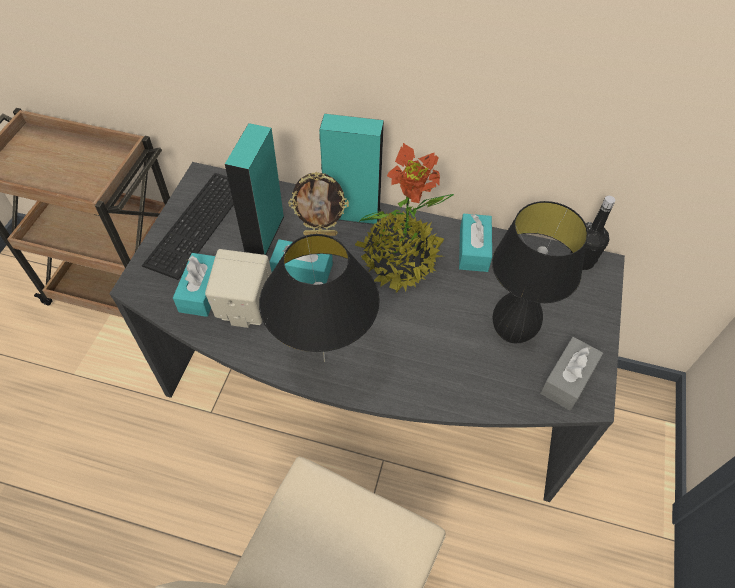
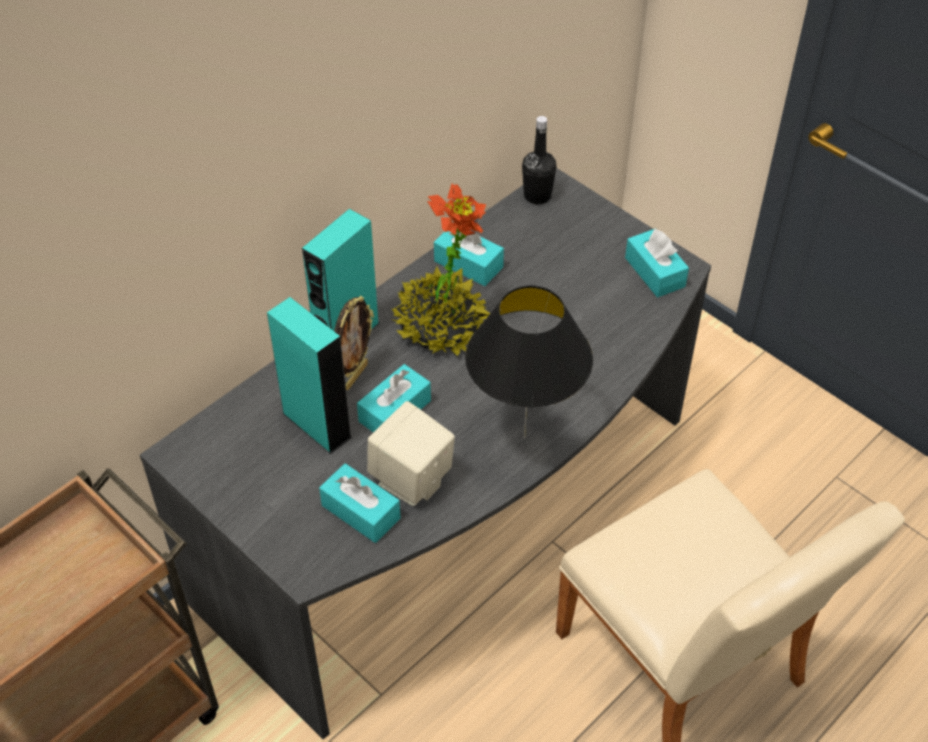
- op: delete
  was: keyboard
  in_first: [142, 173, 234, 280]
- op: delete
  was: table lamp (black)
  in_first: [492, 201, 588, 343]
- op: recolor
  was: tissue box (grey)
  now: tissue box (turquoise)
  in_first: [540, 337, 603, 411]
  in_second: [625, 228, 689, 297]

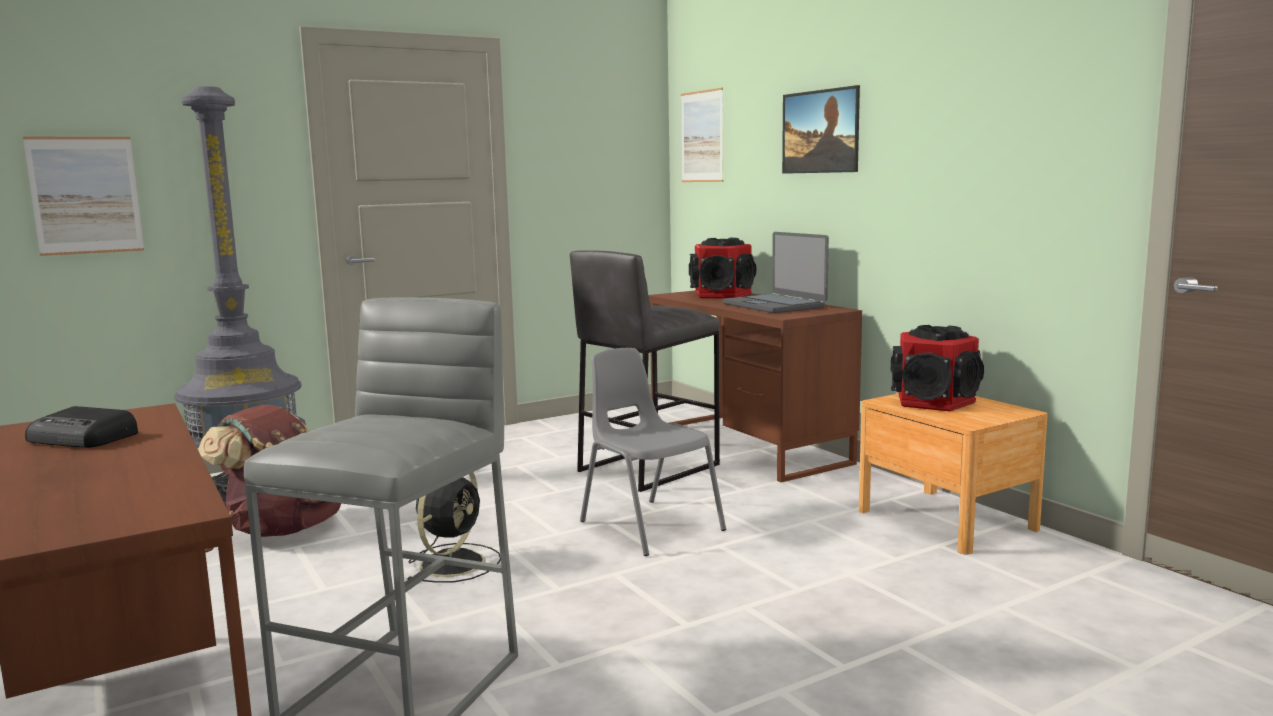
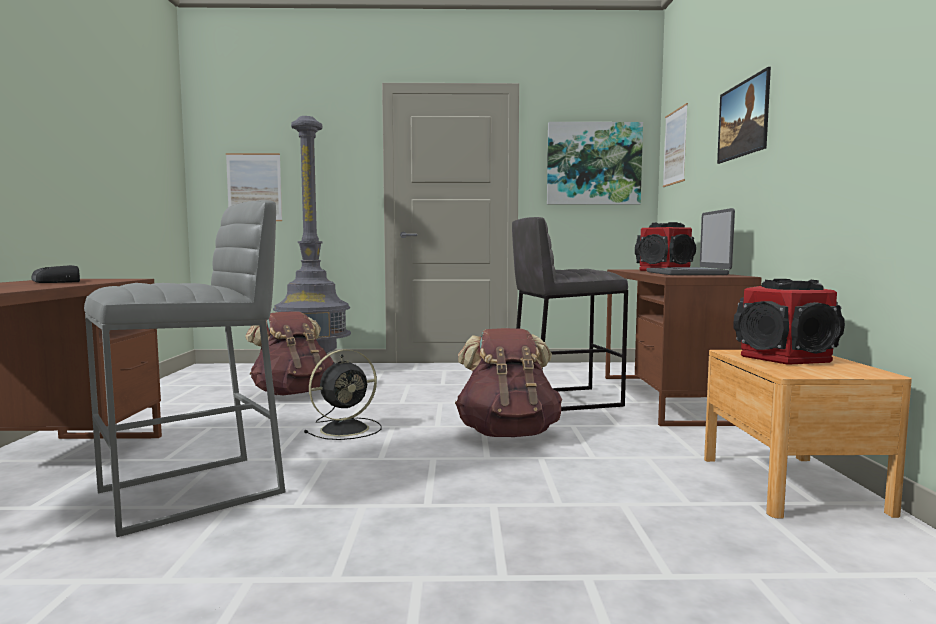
- op: replace
  was: chair (grey)
  now: backpack (brown)
  in_first: [580, 348, 726, 556]
  in_second: [455, 328, 562, 437]
- op: insert
  now: picture
  in_second: [547, 122, 643, 205]

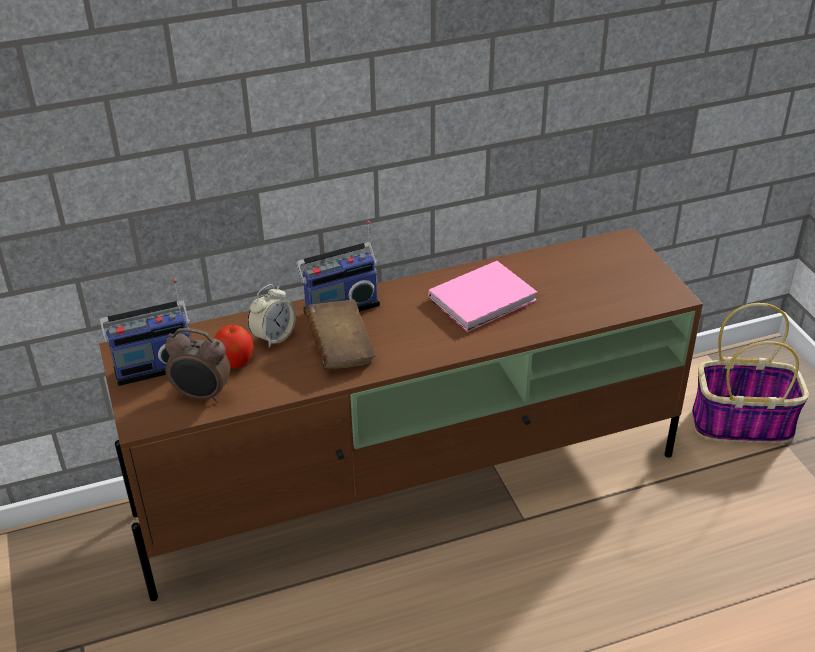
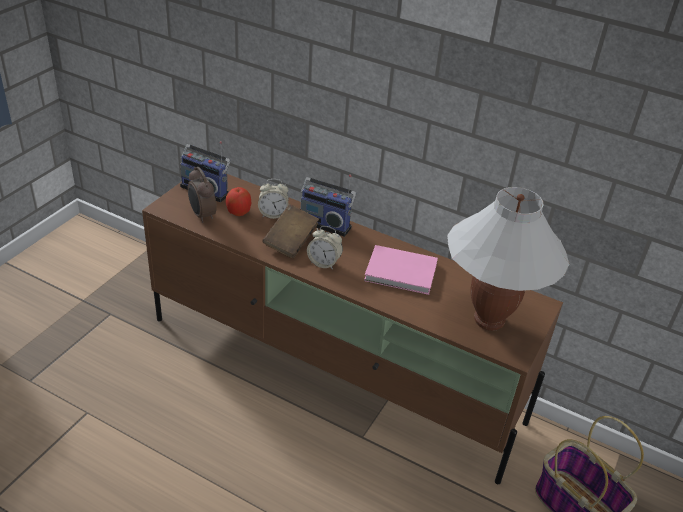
- op: insert
  now: alarm clock
  in_second: [307, 226, 343, 270]
- op: insert
  now: table lamp (white)
  in_second: [447, 187, 570, 331]

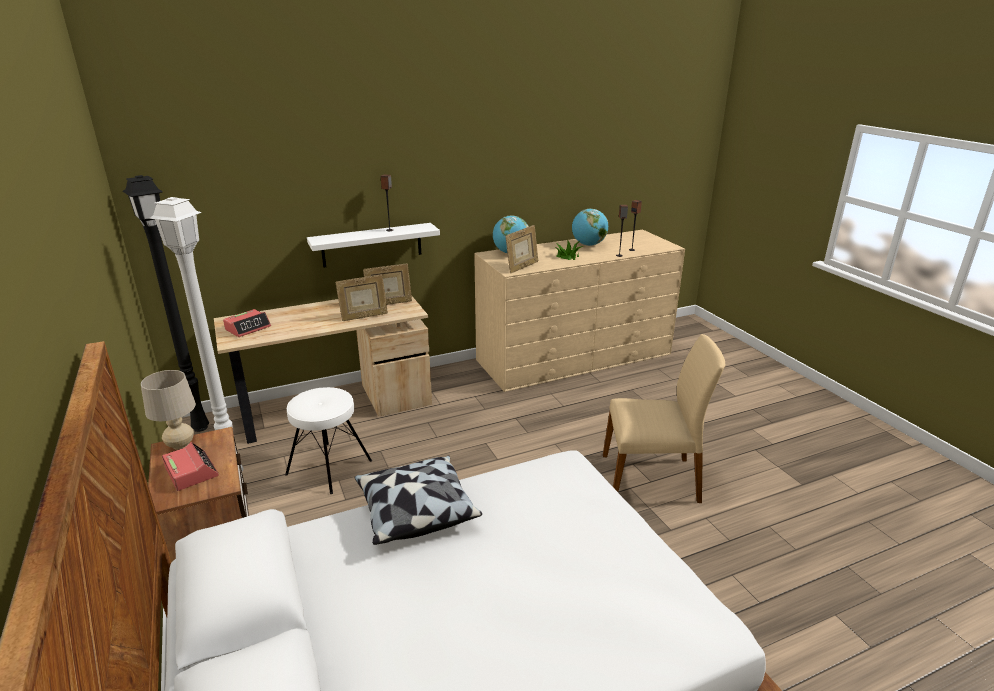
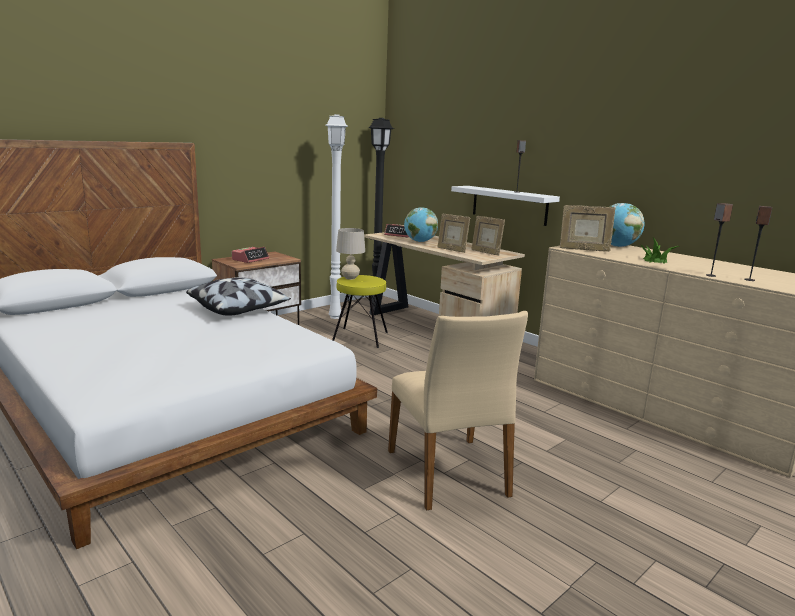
- op: move
  was: table lamp (beige)
  in_first: [141, 370, 196, 449]
  in_second: [336, 228, 365, 280]
- op: recolor
  was: stool (white)
  now: stool (yellow)
  in_first: [285, 387, 372, 494]
  in_second: [332, 275, 388, 348]
- op: move
  was: globe
  in_first: [572, 209, 608, 246]
  in_second: [404, 207, 438, 242]

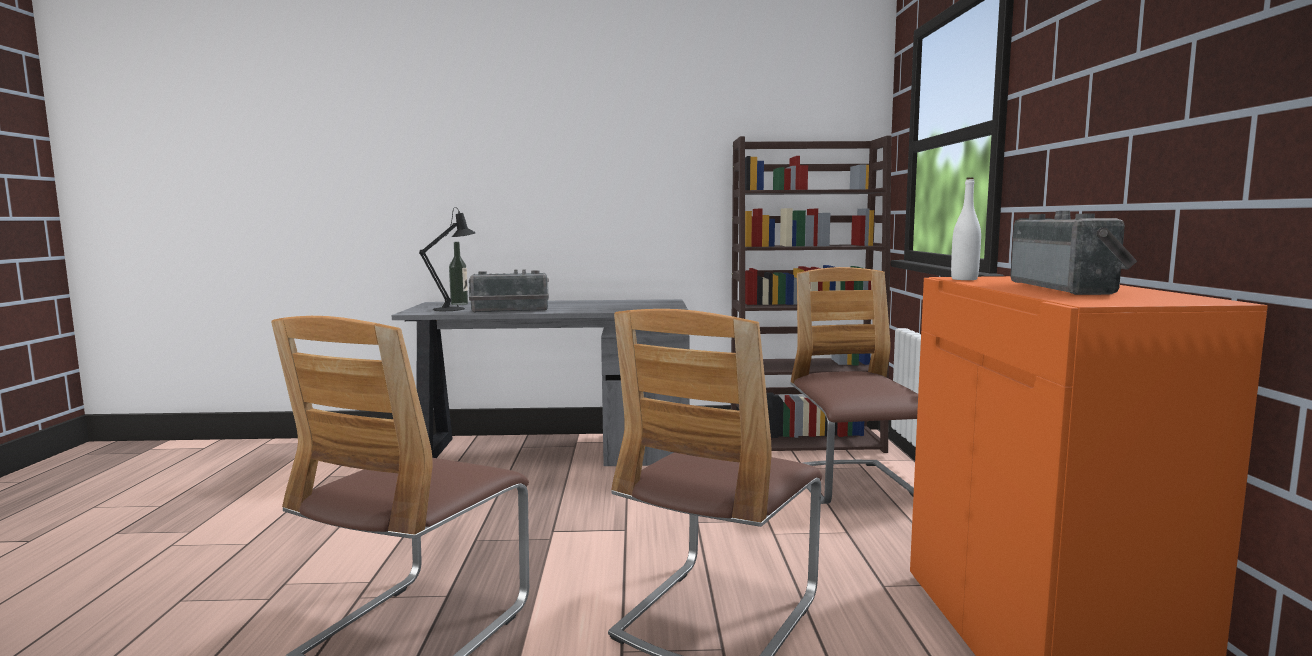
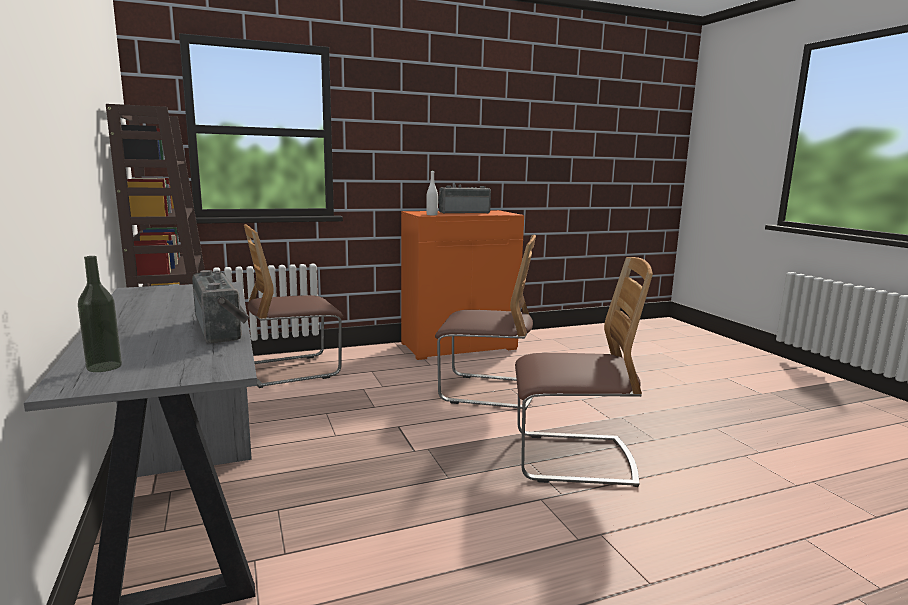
- op: delete
  was: table lamp (black)
  in_first: [419, 207, 476, 311]

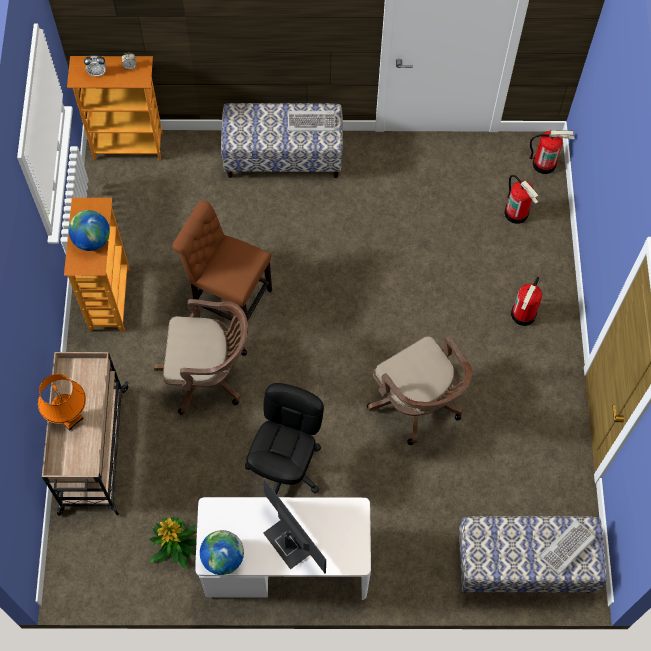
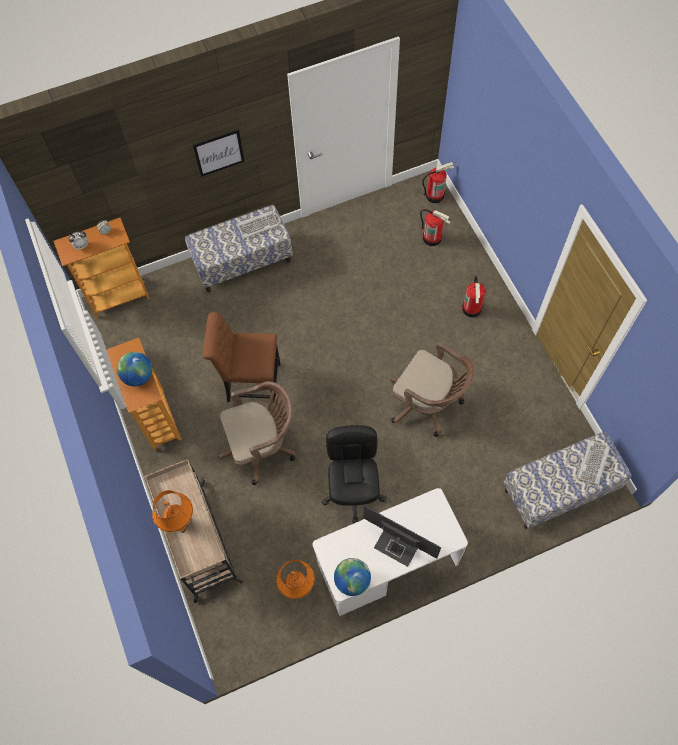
- op: replace
  was: potted plant
  now: table lamp (orange)
  in_first: [149, 516, 197, 569]
  in_second: [276, 560, 315, 599]
- op: insert
  now: picture
  in_second: [193, 129, 245, 177]

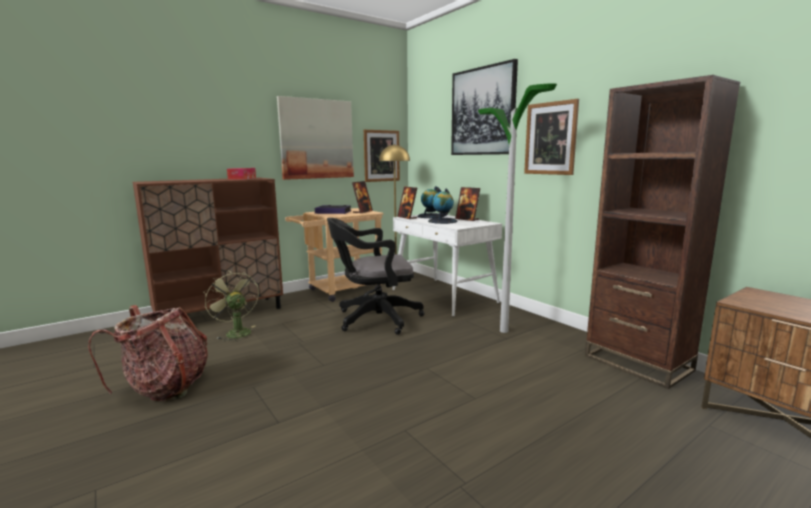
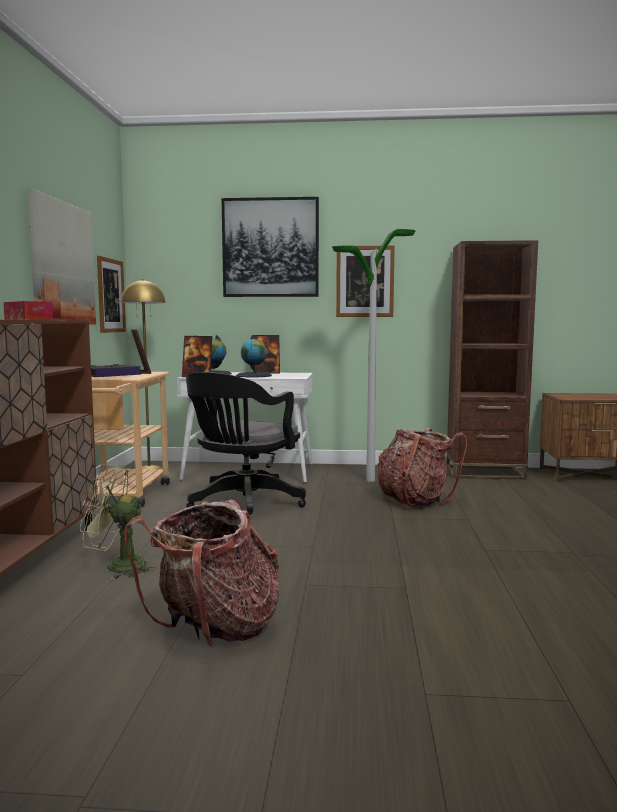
- op: insert
  now: backpack
  in_second: [378, 428, 467, 509]

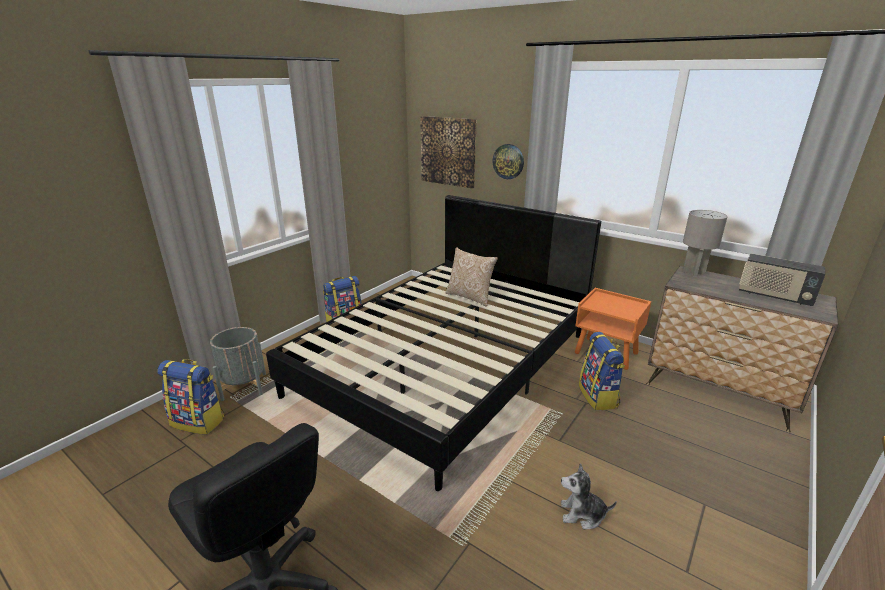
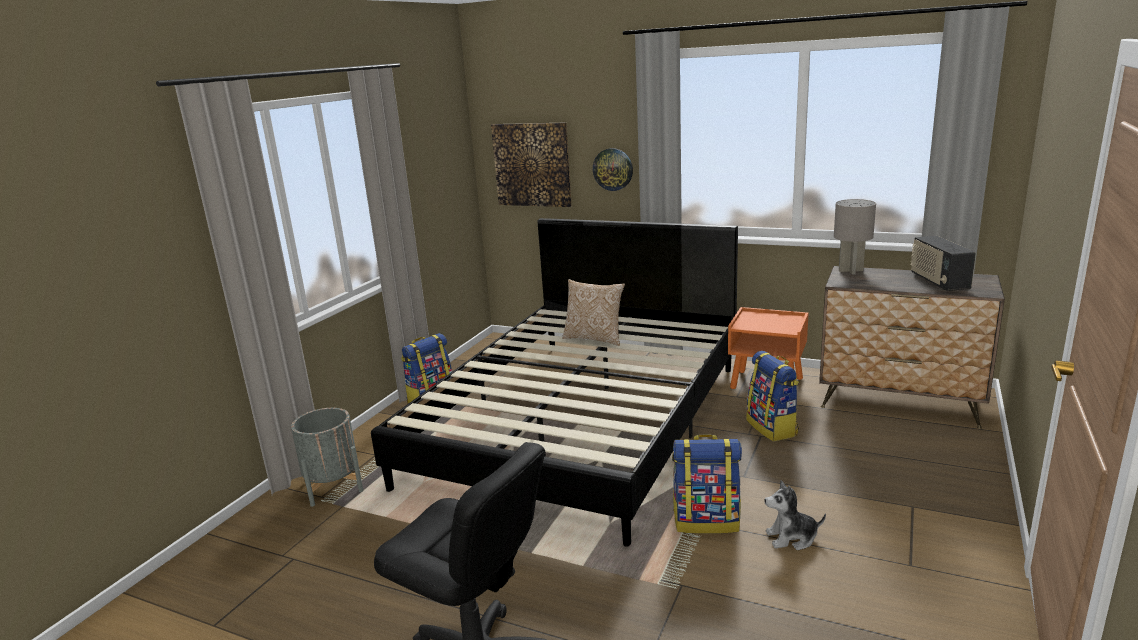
- op: move
  was: backpack
  in_first: [157, 359, 224, 434]
  in_second: [672, 435, 742, 534]
- op: rotate
  was: radio
  in_first: [739, 254, 825, 306]
  in_second: [911, 236, 976, 291]
  clockwise: 60

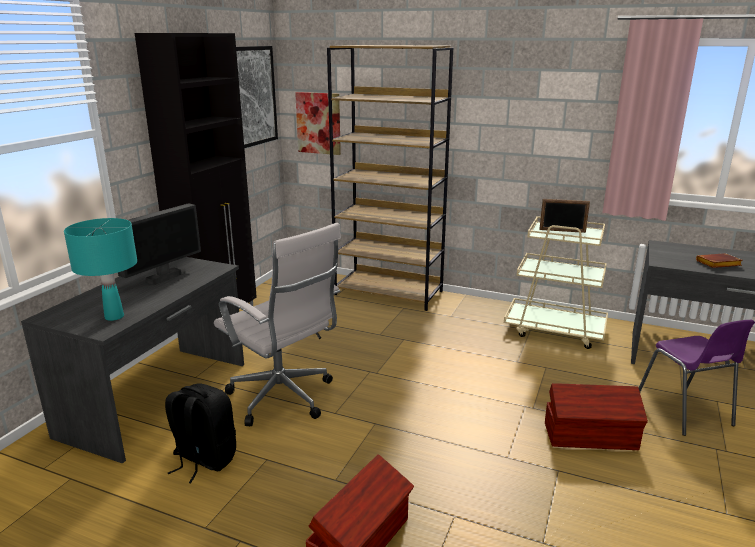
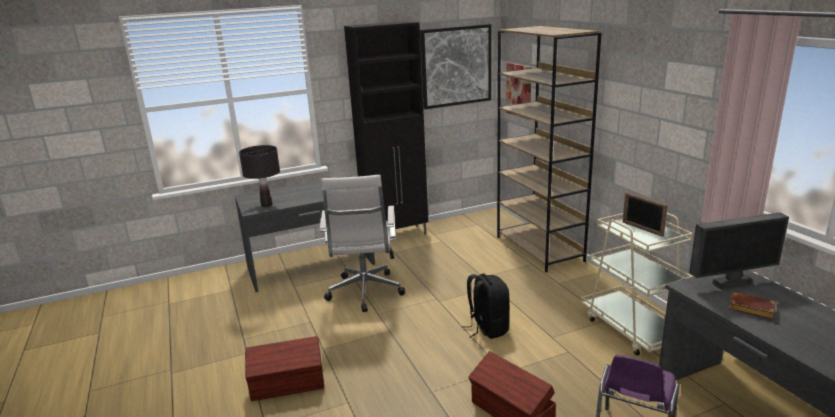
- op: recolor
  was: table lamp (turquoise)
  now: table lamp (black)
  in_first: [64, 218, 137, 321]
  in_second: [239, 145, 280, 207]
- op: move
  was: monitor
  in_first: [118, 203, 201, 285]
  in_second: [689, 212, 789, 289]
- op: move
  was: backpack (black)
  in_first: [165, 383, 236, 483]
  in_second: [462, 274, 510, 339]

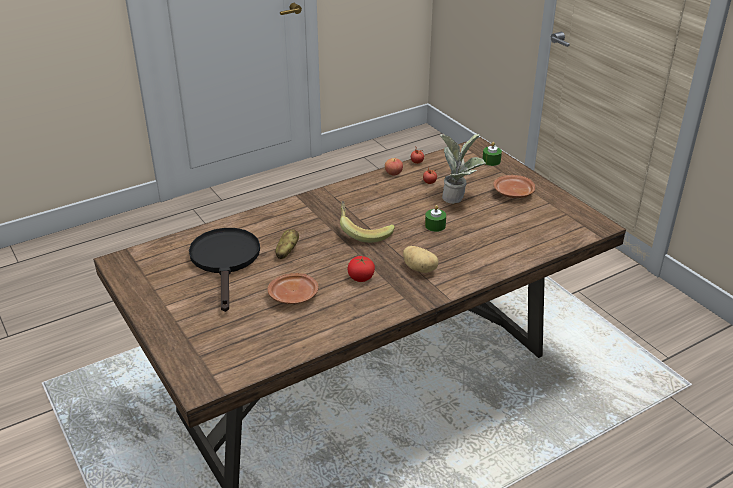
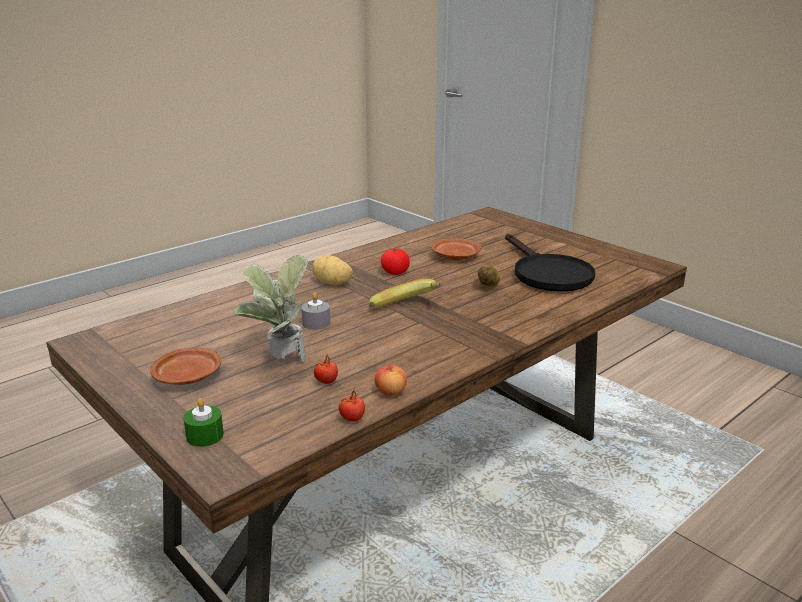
- op: recolor
  was: candle (green)
  now: candle (grey)
  in_first: [425, 205, 446, 232]
  in_second: [301, 293, 330, 330]

